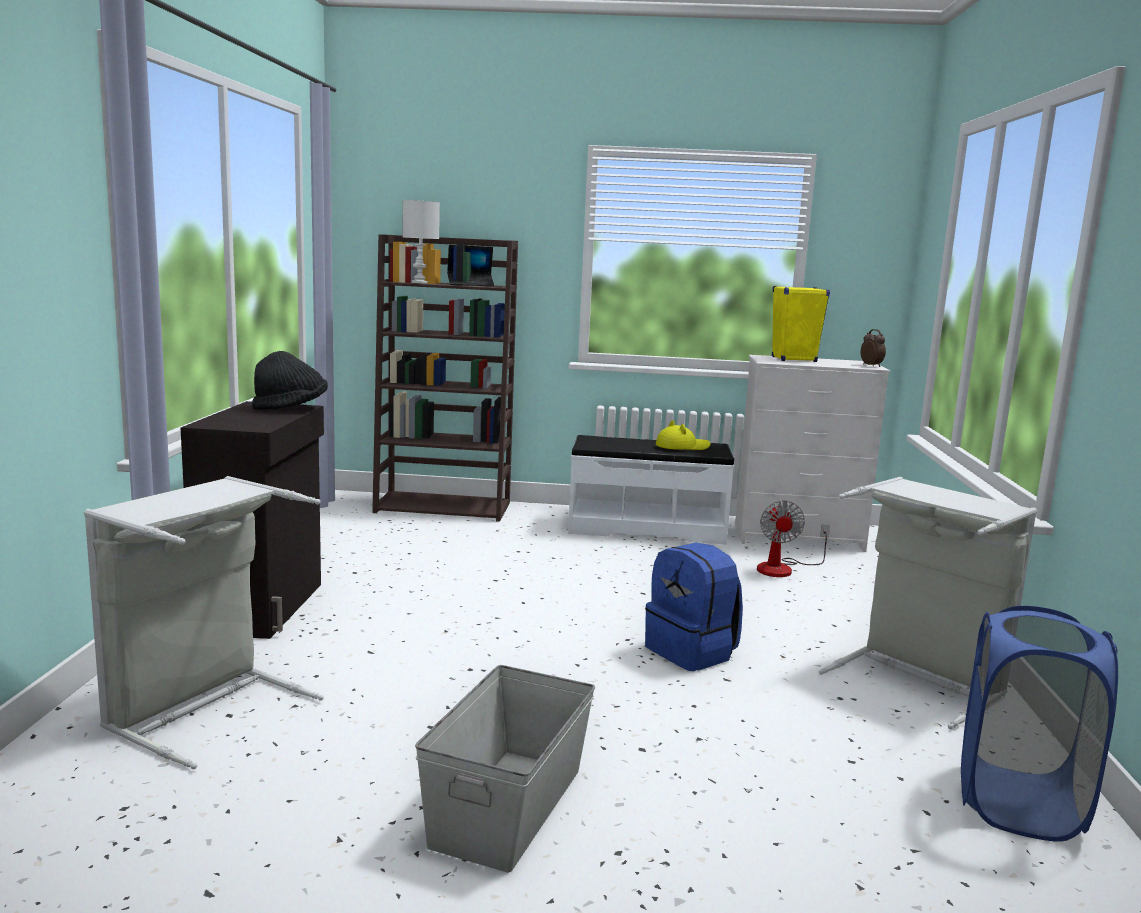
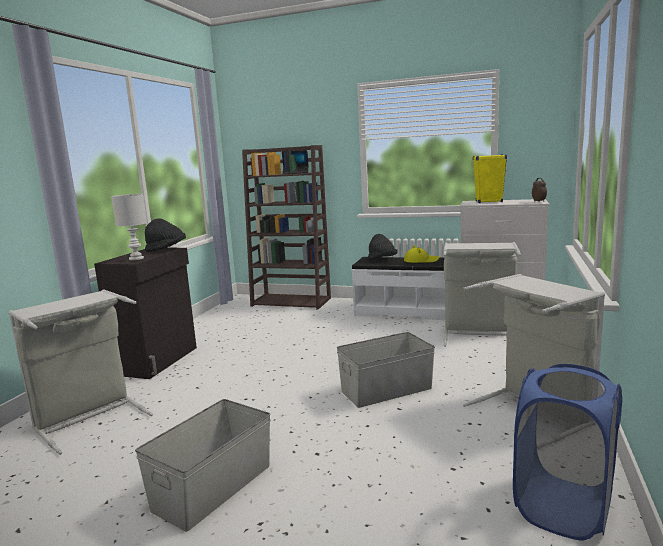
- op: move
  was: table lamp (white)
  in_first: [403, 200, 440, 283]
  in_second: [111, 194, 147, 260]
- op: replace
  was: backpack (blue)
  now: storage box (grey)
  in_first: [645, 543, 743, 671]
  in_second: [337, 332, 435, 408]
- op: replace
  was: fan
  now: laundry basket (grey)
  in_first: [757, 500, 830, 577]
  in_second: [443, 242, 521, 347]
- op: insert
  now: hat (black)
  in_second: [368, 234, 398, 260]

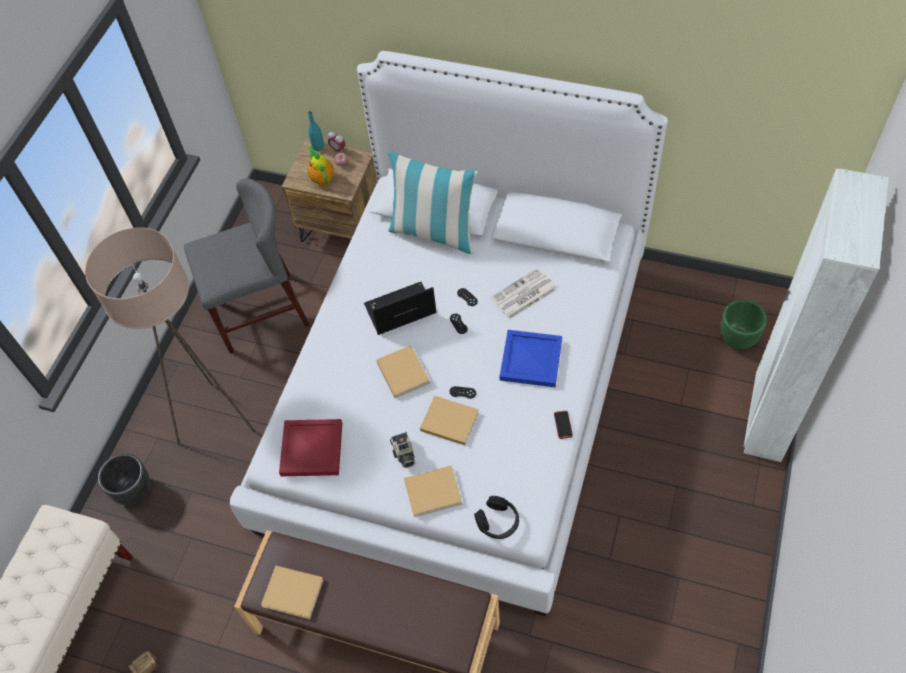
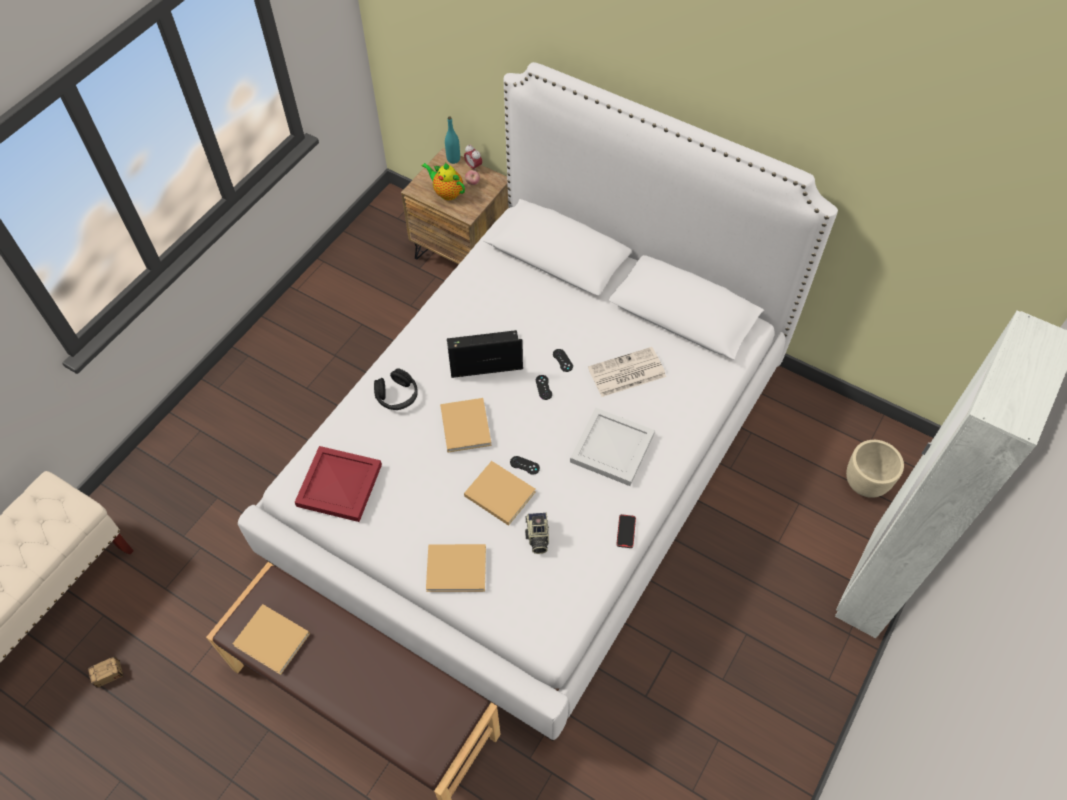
- op: delete
  was: floor lamp (beige)
  in_first: [85, 227, 256, 446]
- op: delete
  was: planter (black)
  in_first: [98, 454, 151, 505]
- op: delete
  was: chair (grey)
  in_first: [184, 178, 310, 353]
- op: rotate
  was: teapot
  in_first: [307, 146, 334, 185]
  in_second: [422, 163, 465, 200]
  clockwise: -45
- op: delete
  was: pillow
  in_first: [388, 151, 478, 254]
- op: move
  was: photo camera
  in_first: [390, 432, 415, 468]
  in_second: [525, 512, 549, 554]
- op: move
  was: headphones (black)
  in_first: [474, 496, 519, 539]
  in_second: [374, 369, 418, 410]
- op: recolor
  was: tray (blue)
  now: tray (white)
  in_first: [500, 330, 562, 387]
  in_second: [570, 408, 655, 486]
- op: recolor
  was: planter (green)
  now: planter (beige)
  in_first: [720, 299, 767, 349]
  in_second: [846, 440, 904, 498]

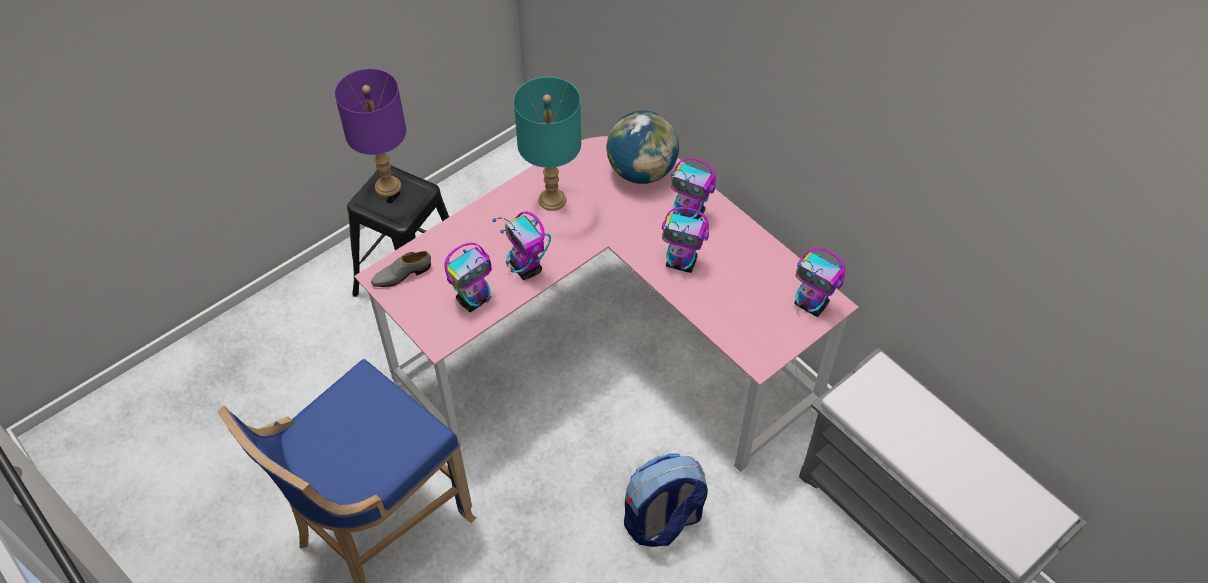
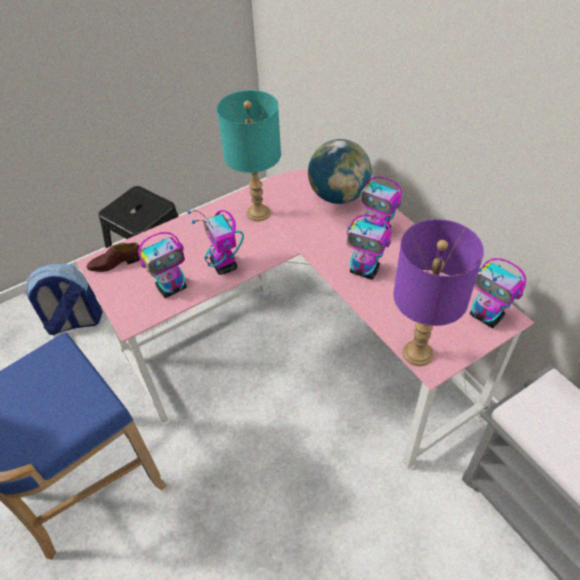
- op: move
  was: table lamp (purple)
  in_first: [335, 68, 406, 197]
  in_second: [393, 219, 484, 366]
- op: recolor
  was: shoe (grey)
  now: shoe (brown)
  in_first: [371, 251, 431, 287]
  in_second: [87, 243, 140, 272]
- op: move
  was: backpack
  in_first: [624, 453, 708, 547]
  in_second: [24, 264, 103, 335]

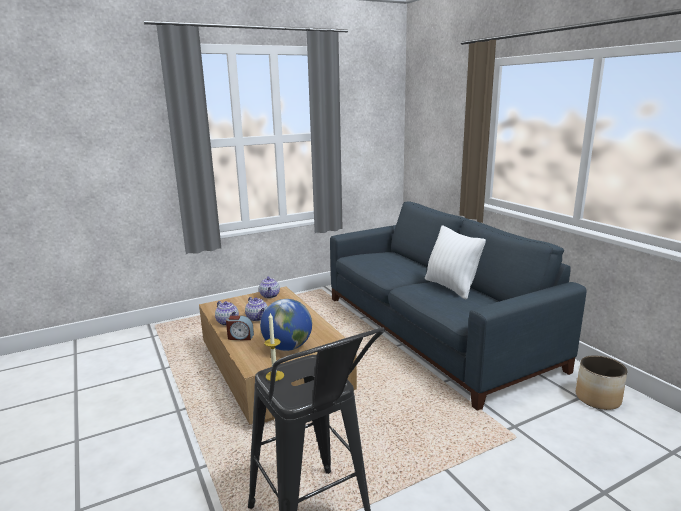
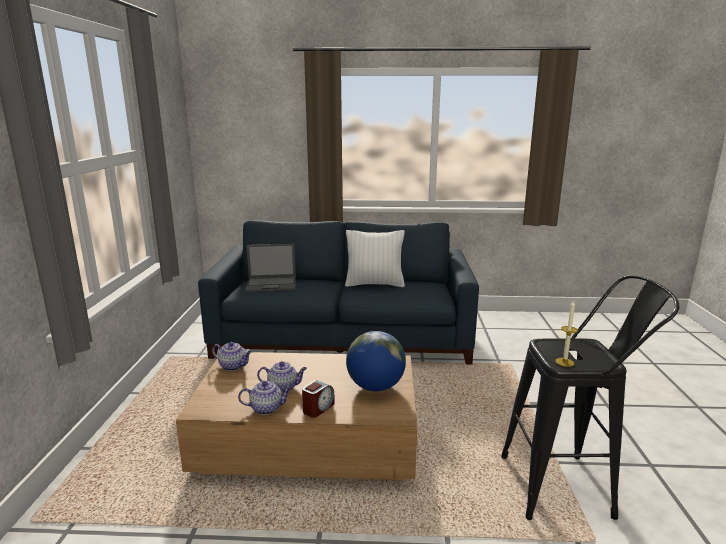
- op: delete
  was: planter
  in_first: [576, 355, 627, 410]
- op: insert
  now: laptop
  in_second: [245, 244, 296, 292]

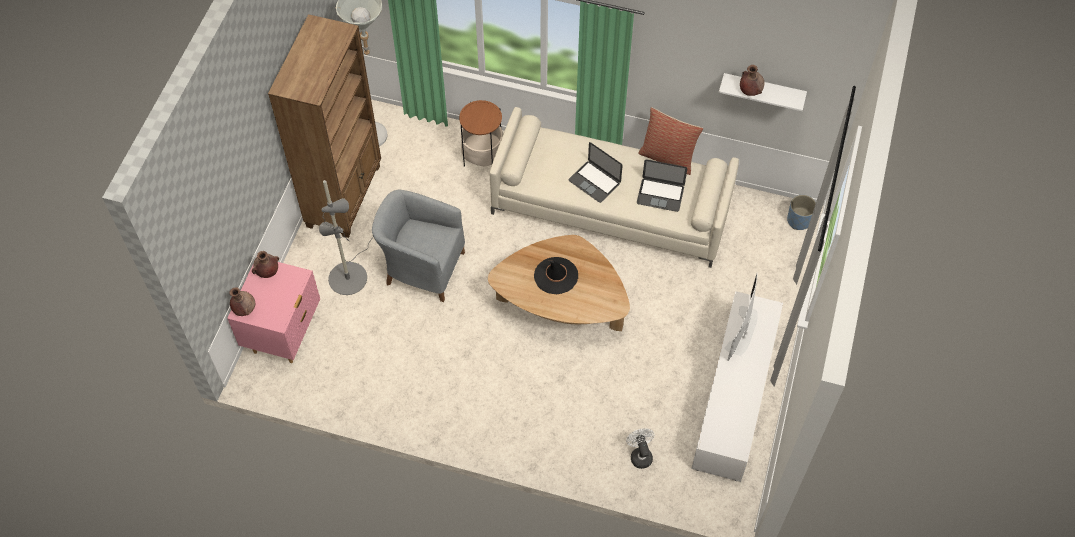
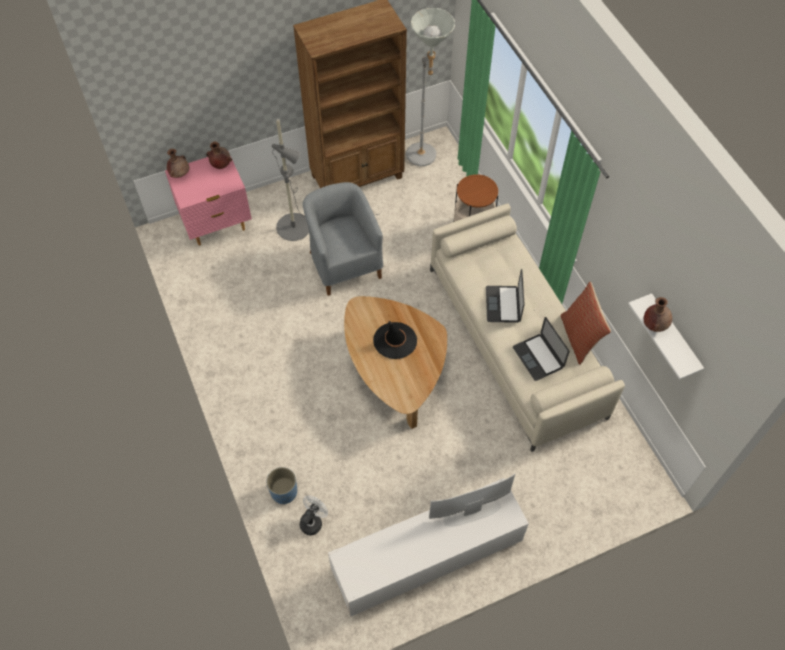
- op: move
  was: planter (blue)
  in_first: [787, 195, 816, 230]
  in_second: [267, 467, 297, 504]

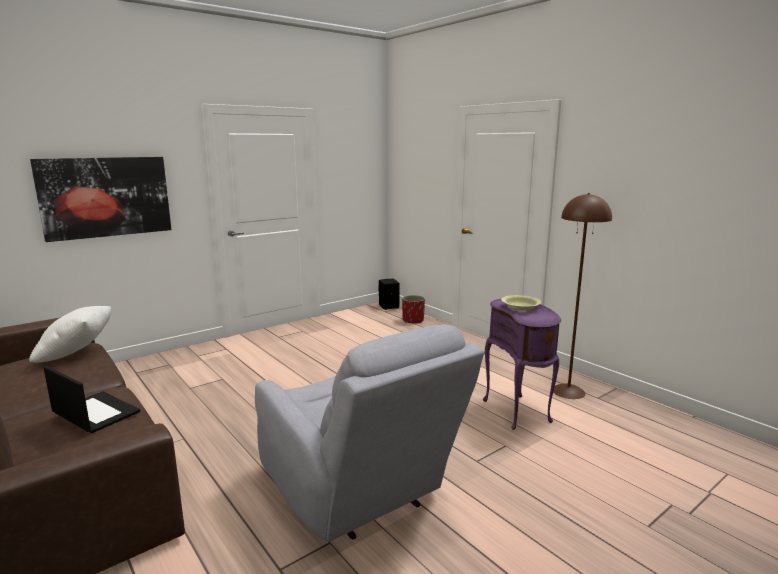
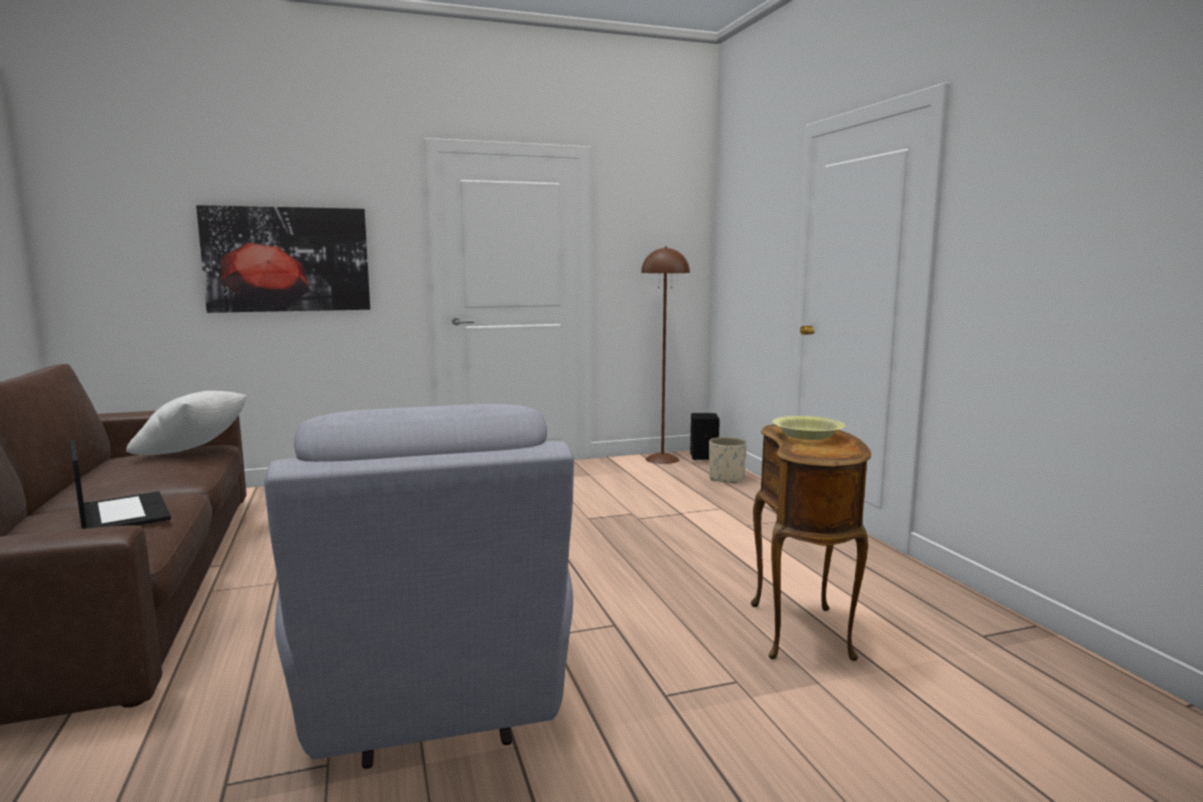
- op: recolor
  was: planter (red)
  now: planter (beige)
  in_first: [402, 295, 425, 324]
  in_second: [709, 437, 747, 484]
- op: recolor
  was: side table (purple)
  now: side table (brown)
  in_first: [483, 299, 561, 430]
  in_second: [751, 424, 871, 661]
- op: move
  was: floor lamp (brown)
  in_first: [553, 193, 612, 399]
  in_second: [641, 247, 690, 464]

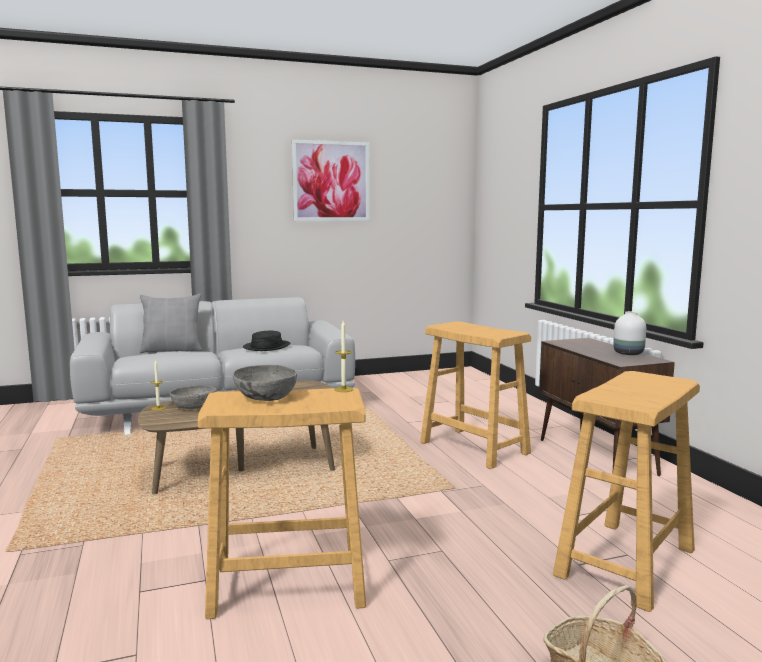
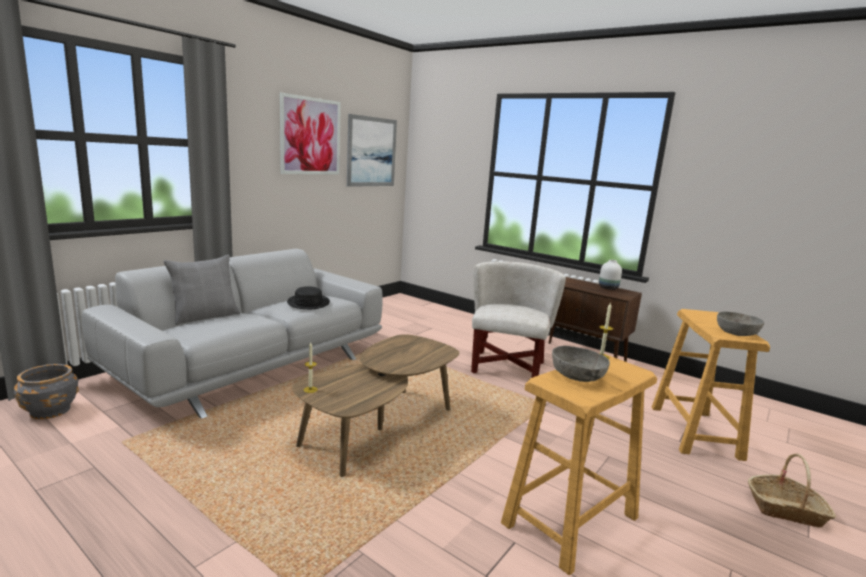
- op: move
  was: bowl (grey)
  in_first: [170, 385, 217, 409]
  in_second: [717, 311, 764, 336]
- op: replace
  was: stool (beige)
  now: armchair (white)
  in_first: [420, 321, 531, 469]
  in_second: [471, 262, 566, 378]
- op: insert
  now: planter (grey)
  in_second: [14, 364, 79, 419]
- op: insert
  now: picture
  in_second: [347, 114, 397, 187]

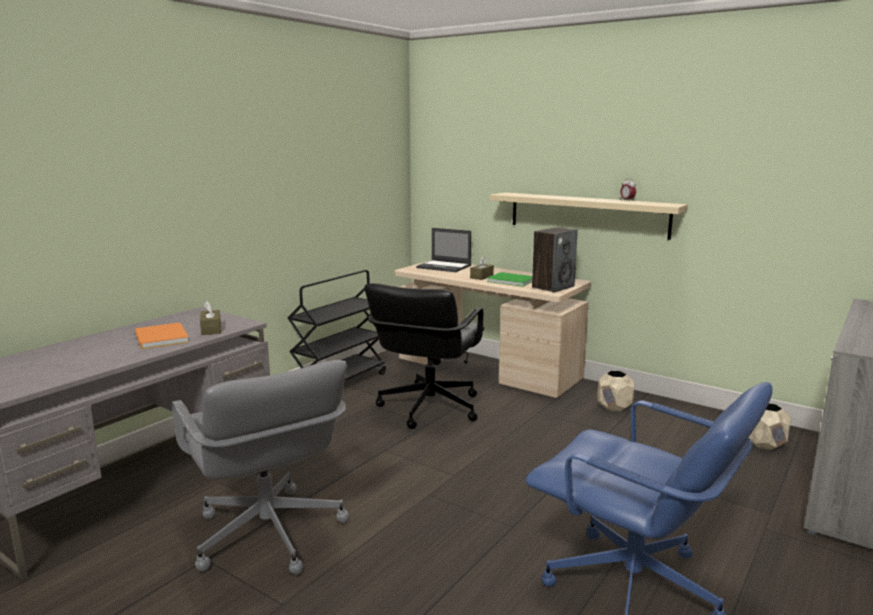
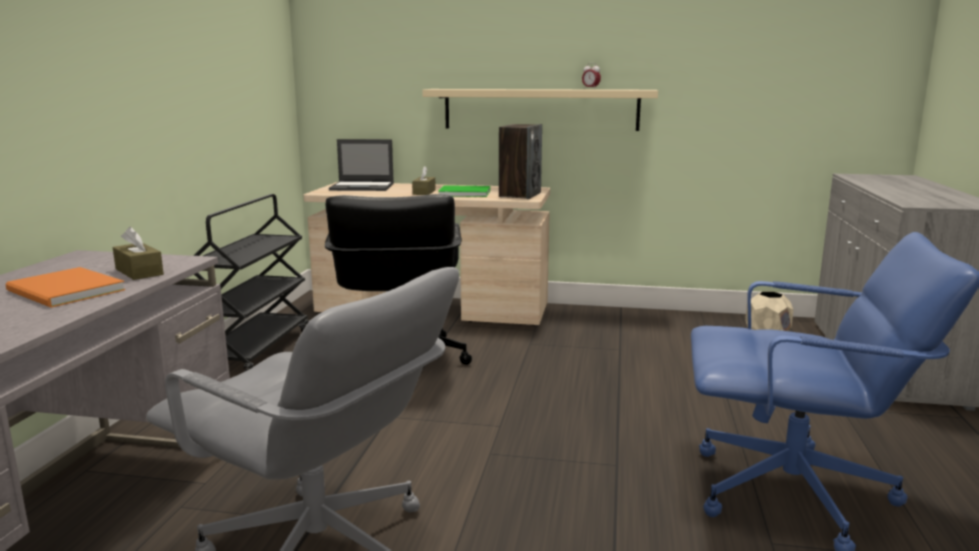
- op: delete
  was: planter (beige)
  in_first: [597, 371, 634, 412]

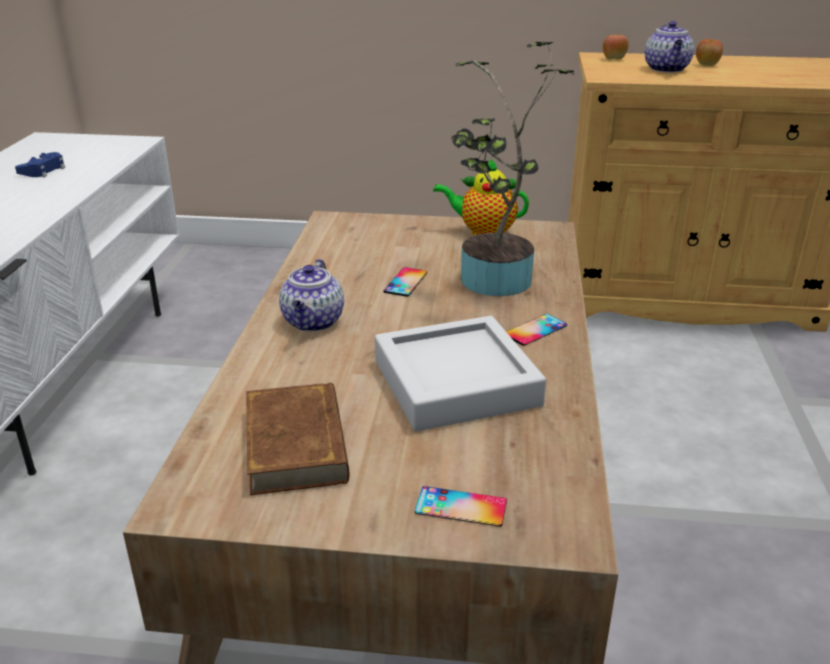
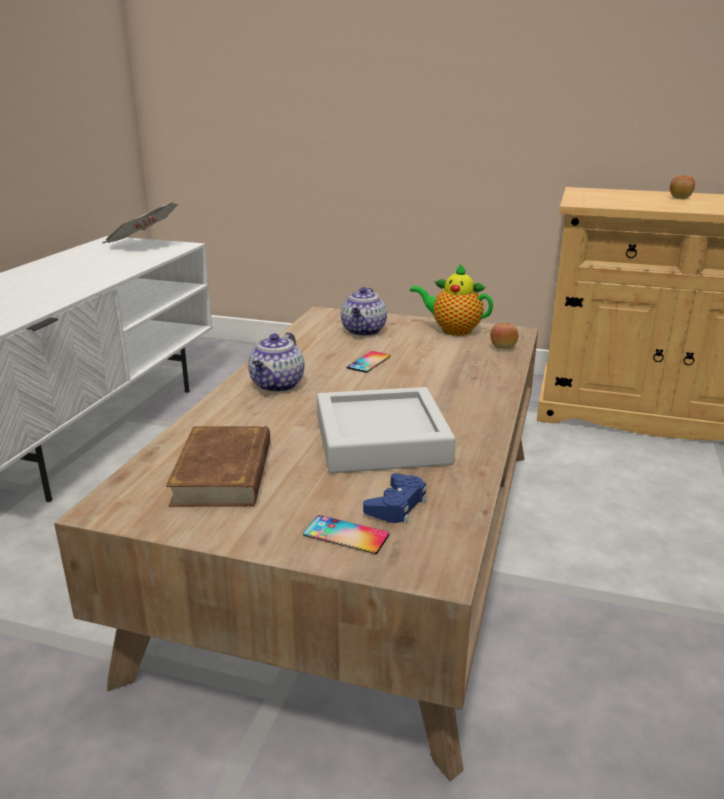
- op: move
  was: game controller (blue)
  in_first: [15, 152, 65, 177]
  in_second: [363, 473, 427, 524]
- op: delete
  was: potted plant
  in_first: [451, 41, 574, 296]
- op: delete
  was: phone
  in_first: [506, 314, 567, 346]
- op: move
  was: apple
  in_first: [603, 35, 629, 59]
  in_second: [490, 323, 518, 349]
- op: move
  was: teapot
  in_first: [645, 21, 694, 73]
  in_second: [341, 287, 387, 336]
- op: insert
  now: newspaper
  in_second: [102, 202, 178, 243]

